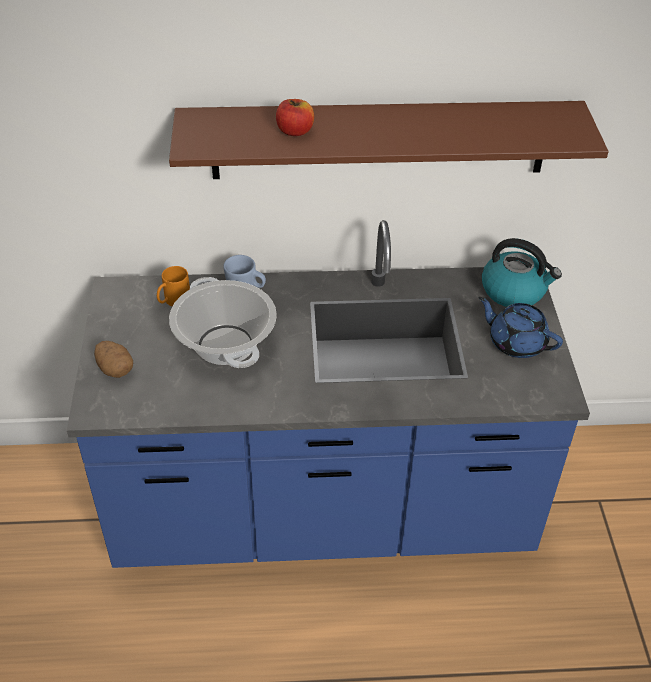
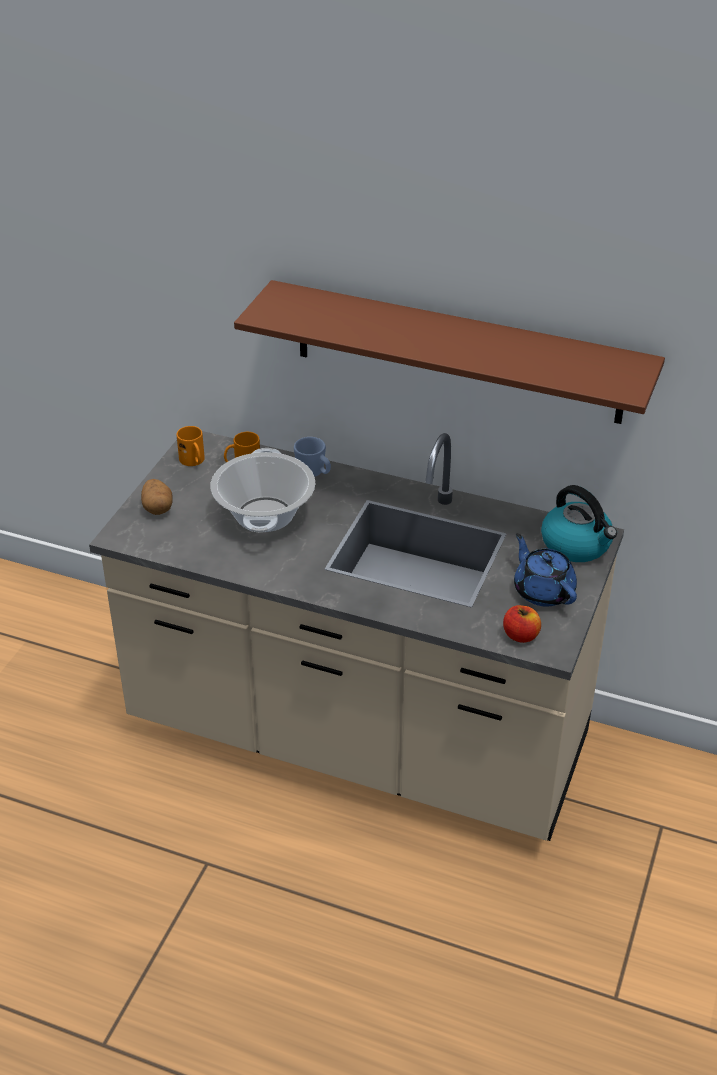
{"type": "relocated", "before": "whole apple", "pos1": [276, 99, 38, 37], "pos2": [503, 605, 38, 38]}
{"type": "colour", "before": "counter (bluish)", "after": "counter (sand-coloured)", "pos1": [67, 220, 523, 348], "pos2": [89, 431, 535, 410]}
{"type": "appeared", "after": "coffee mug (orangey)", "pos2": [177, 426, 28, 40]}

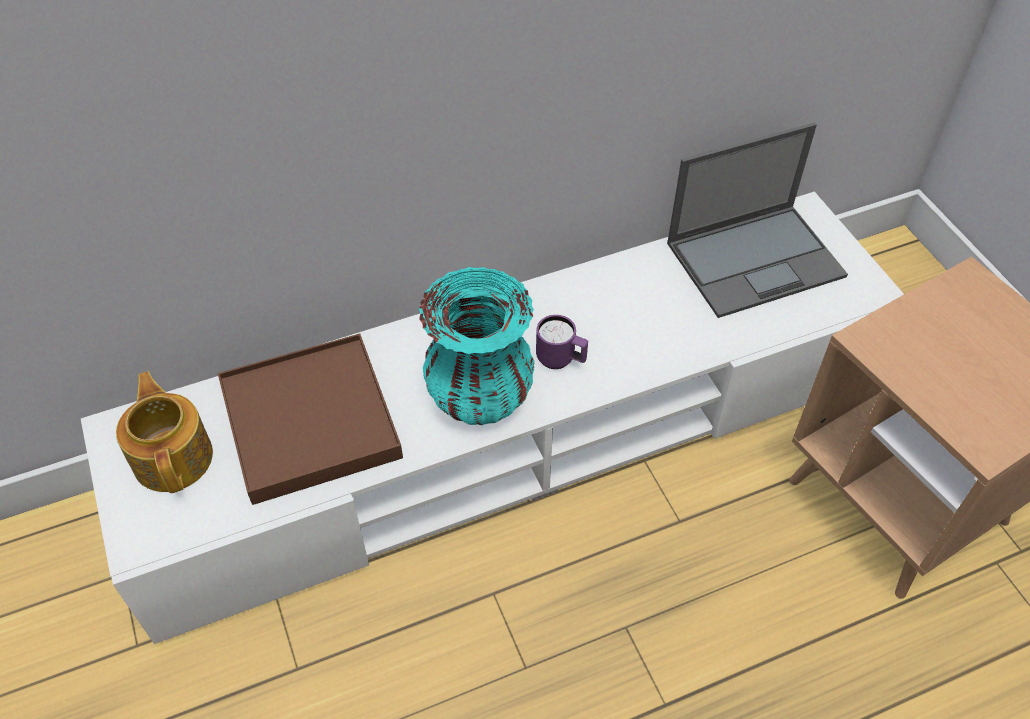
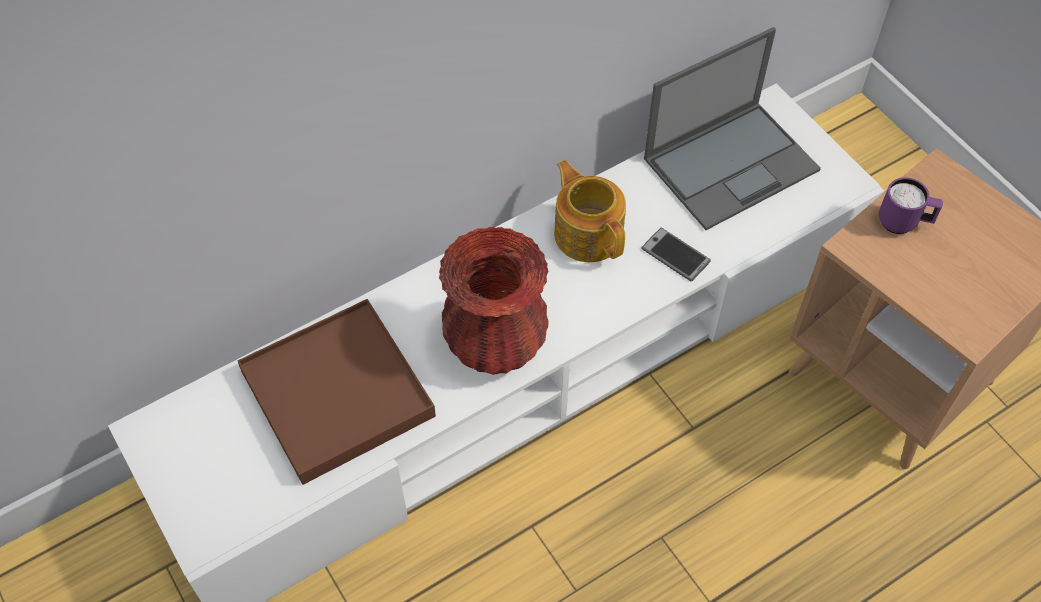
{"type": "colour", "before": "vase (turquoise-coloured)", "after": "vase (reddish)", "pos1": [419, 267, 115, 158], "pos2": [439, 227, 109, 148]}
{"type": "relocated", "before": "coffee mug (purple-coloured)", "pos1": [536, 315, 52, 54], "pos2": [879, 177, 64, 57]}
{"type": "relocated", "before": "pot for tea", "pos1": [116, 371, 97, 122], "pos2": [554, 160, 72, 102]}
{"type": "appeared", "after": "phone", "pos2": [641, 228, 70, 53]}

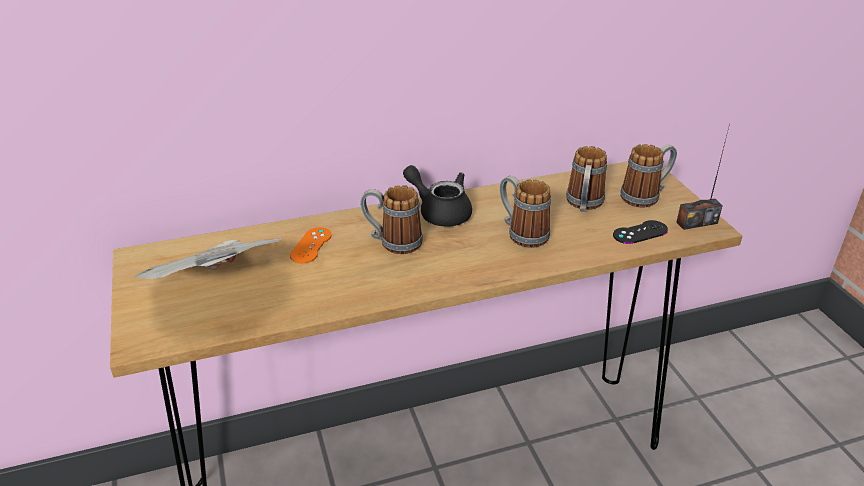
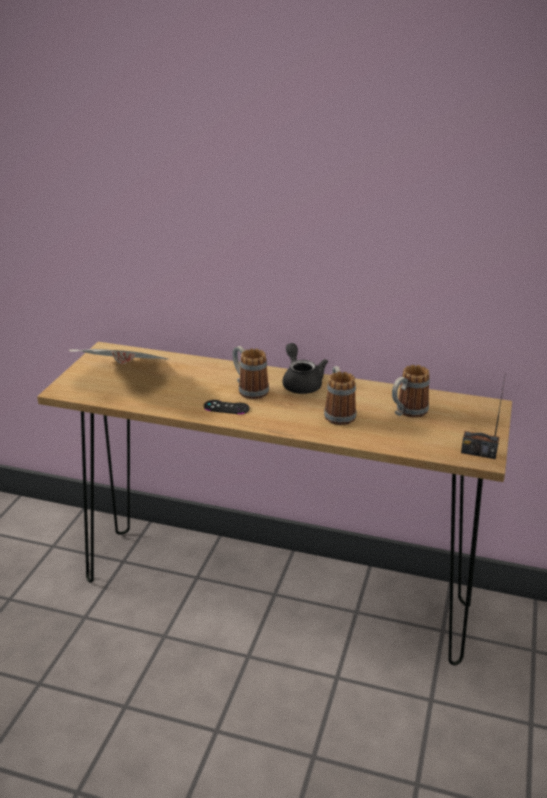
{"type": "missing", "before": "coffee mug", "pos1": [620, 144, 57, 64]}
{"type": "relocated", "before": "game controller (black-coloured)", "pos1": [613, 220, 55, 24], "pos2": [204, 400, 46, 14]}
{"type": "missing", "before": "game controller (orangey)", "pos1": [290, 227, 42, 36]}

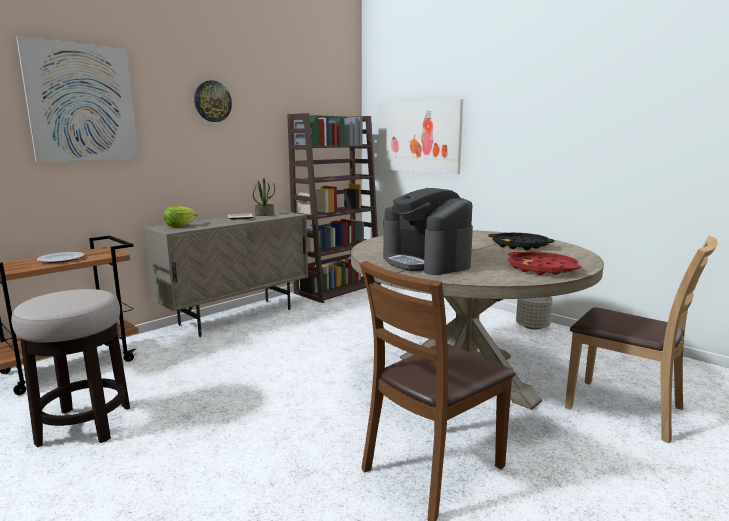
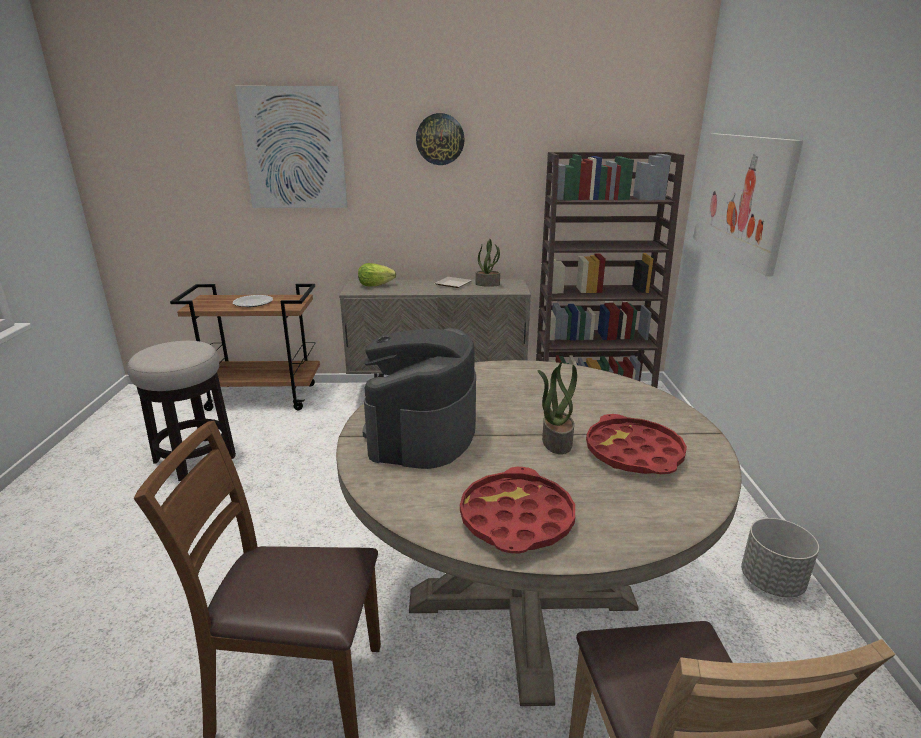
{"type": "colour", "before": "serving tray (black-coloured)", "after": "serving tray (reddish)", "pos1": [488, 233, 66, 17], "pos2": [586, 414, 101, 60]}
{"type": "appeared", "after": "houseplant", "pos2": [538, 361, 39, 93]}

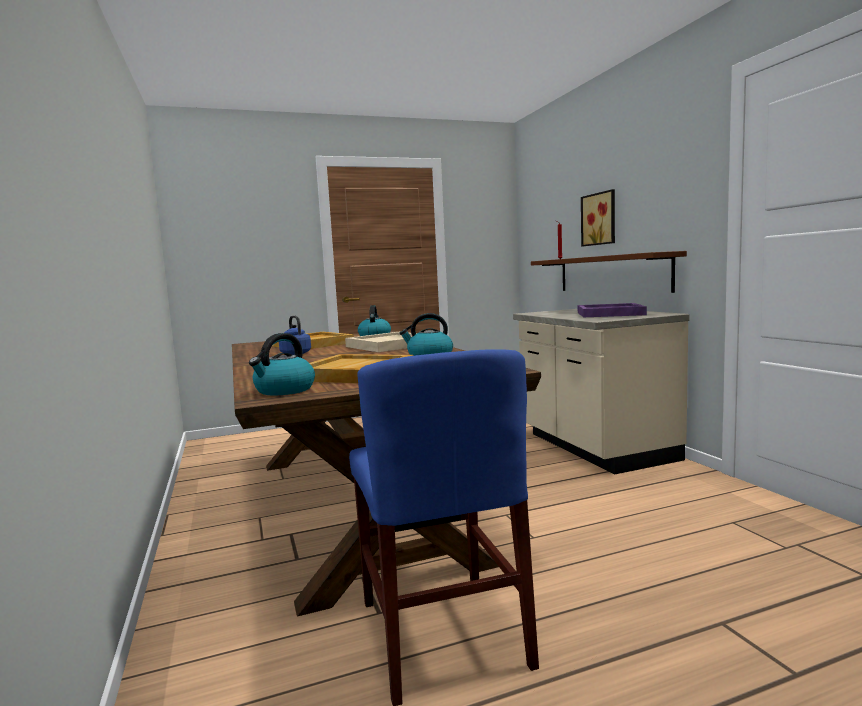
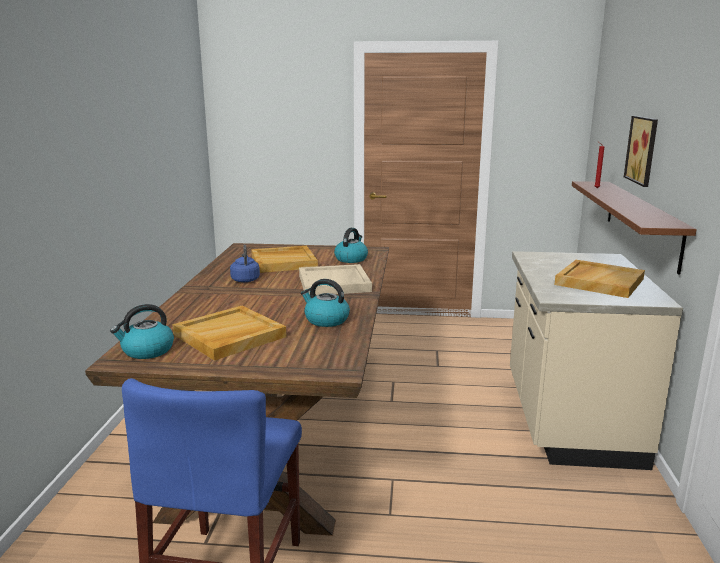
{"type": "colour", "before": "serving tray (purple-coloured)", "after": "serving tray (sand-coloured)", "pos1": [578, 303, 69, 14], "pos2": [554, 260, 91, 38]}

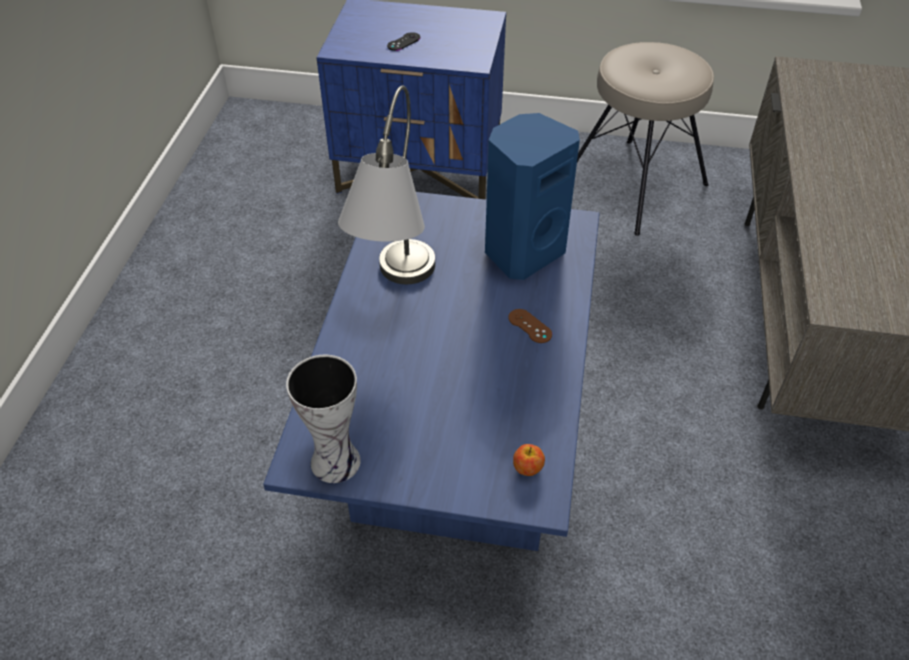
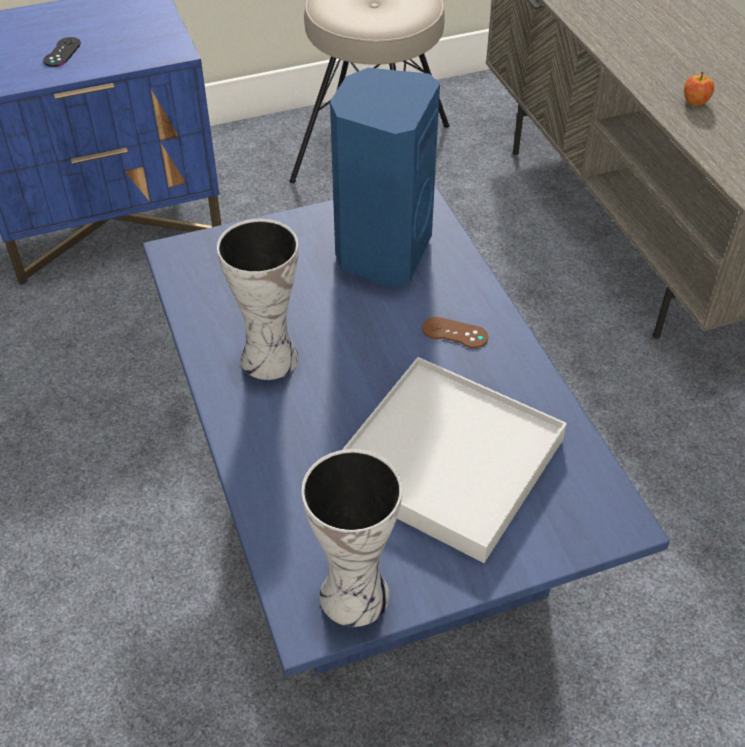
{"type": "exchanged", "before": "tabletop lamp (greyish)", "after": "vase", "pos1": [338, 86, 97, 198], "pos2": [217, 219, 81, 161]}
{"type": "relocated", "before": "whole apple", "pos1": [513, 444, 32, 32], "pos2": [684, 72, 30, 34]}
{"type": "appeared", "after": "serving tray (white)", "pos2": [342, 357, 225, 206]}

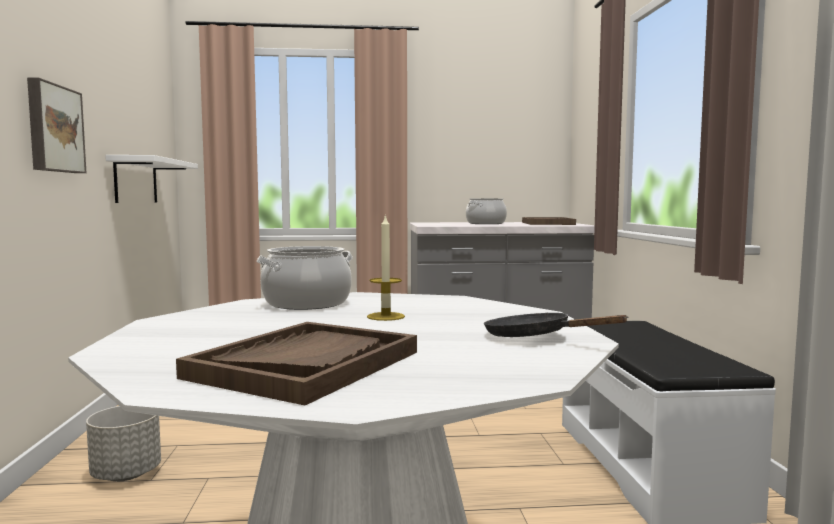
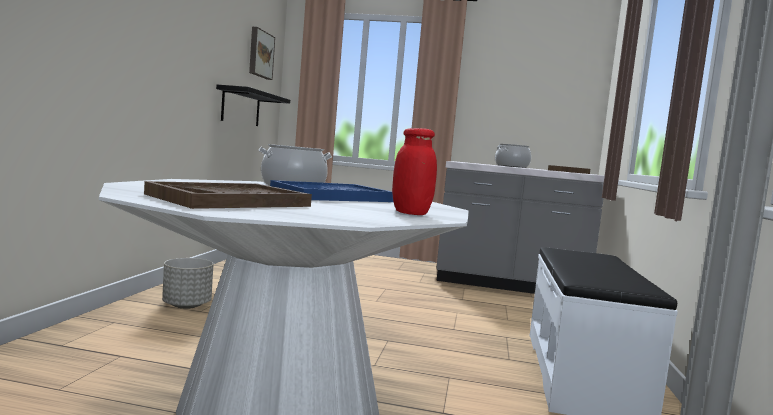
{"type": "relocated", "before": "wall picture", "pos1": [27, 77, 59, 96], "pos2": [249, 27, 26, 53]}
{"type": "colour", "before": "wall shelf (white)", "after": "wall shelf (black-coloured)", "pos1": [105, 155, 93, 48], "pos2": [216, 85, 74, 41]}
{"type": "exchanged", "before": "candle", "after": "serving tray (bluish)", "pos1": [367, 214, 38, 107], "pos2": [270, 180, 123, 22]}
{"type": "exchanged", "before": "skillet (black-coloured)", "after": "preserve jar (reddish)", "pos1": [484, 313, 145, 24], "pos2": [392, 128, 45, 87]}

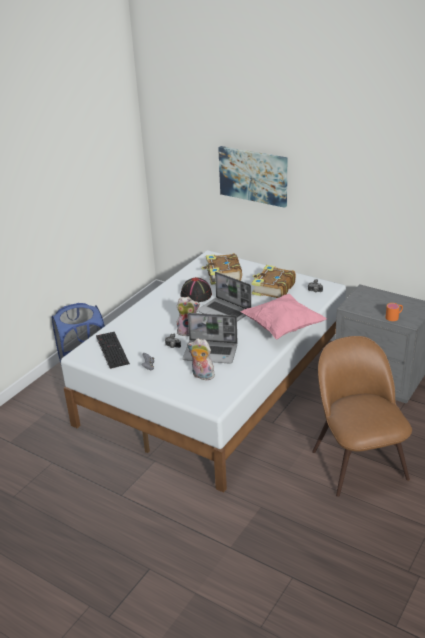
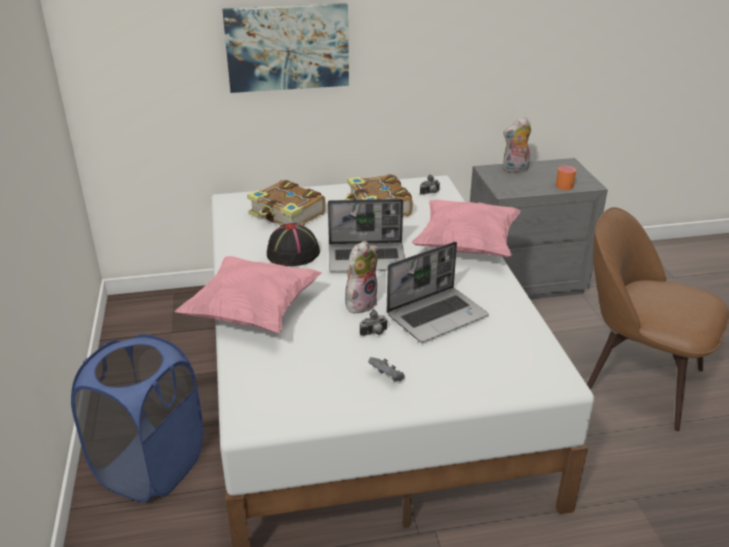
{"type": "missing", "before": "computer keyboard", "pos1": [96, 332, 34, 37]}
{"type": "relocated", "before": "cuddly toy", "pos1": [187, 338, 28, 42], "pos2": [503, 118, 28, 55]}
{"type": "appeared", "after": "cushion (pinkish)", "pos2": [175, 256, 147, 77]}

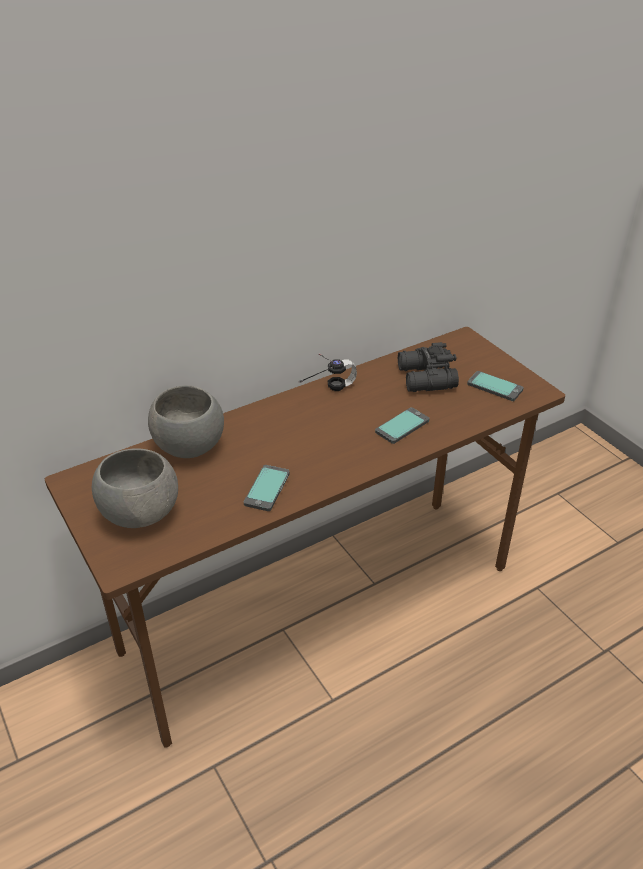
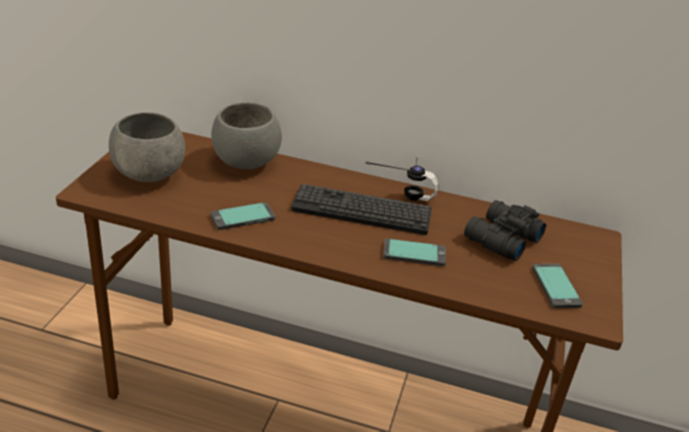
{"type": "appeared", "after": "computer keyboard", "pos2": [291, 184, 141, 51]}

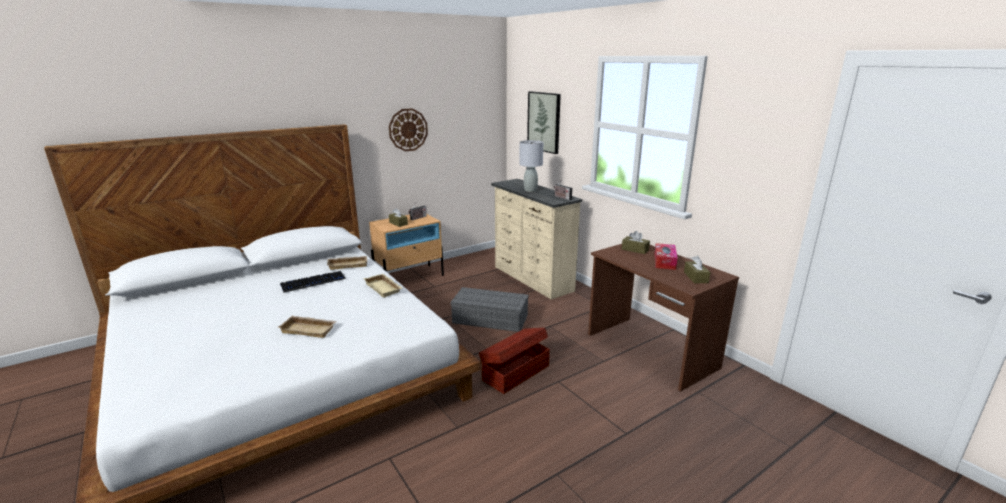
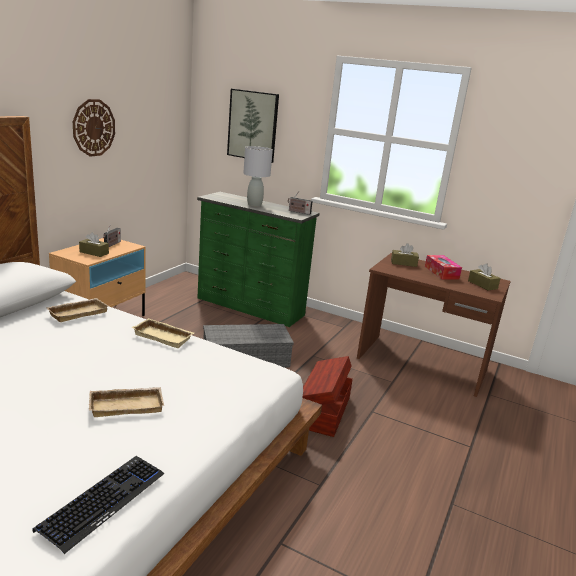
{"type": "colour", "before": "chest of drawers (sand-coloured)", "after": "chest of drawers (greenish)", "pos1": [491, 179, 91, 120], "pos2": [197, 192, 123, 135]}
{"type": "relocated", "before": "computer keyboard", "pos1": [280, 271, 66, 22], "pos2": [32, 456, 132, 98]}

